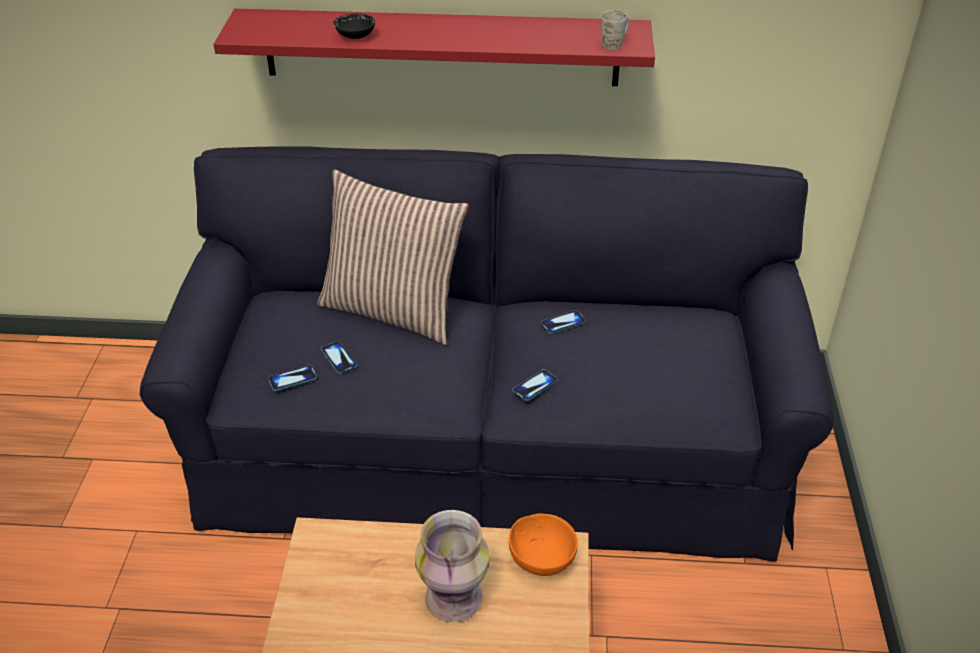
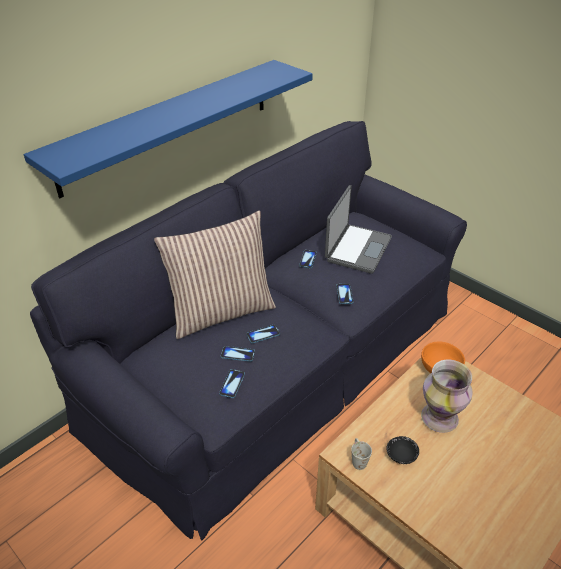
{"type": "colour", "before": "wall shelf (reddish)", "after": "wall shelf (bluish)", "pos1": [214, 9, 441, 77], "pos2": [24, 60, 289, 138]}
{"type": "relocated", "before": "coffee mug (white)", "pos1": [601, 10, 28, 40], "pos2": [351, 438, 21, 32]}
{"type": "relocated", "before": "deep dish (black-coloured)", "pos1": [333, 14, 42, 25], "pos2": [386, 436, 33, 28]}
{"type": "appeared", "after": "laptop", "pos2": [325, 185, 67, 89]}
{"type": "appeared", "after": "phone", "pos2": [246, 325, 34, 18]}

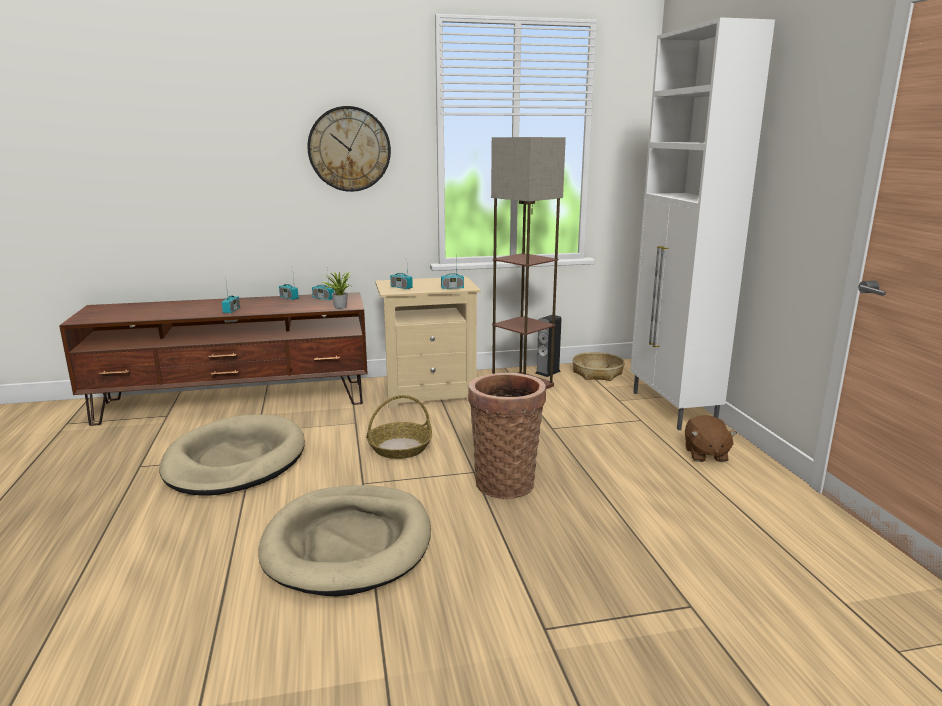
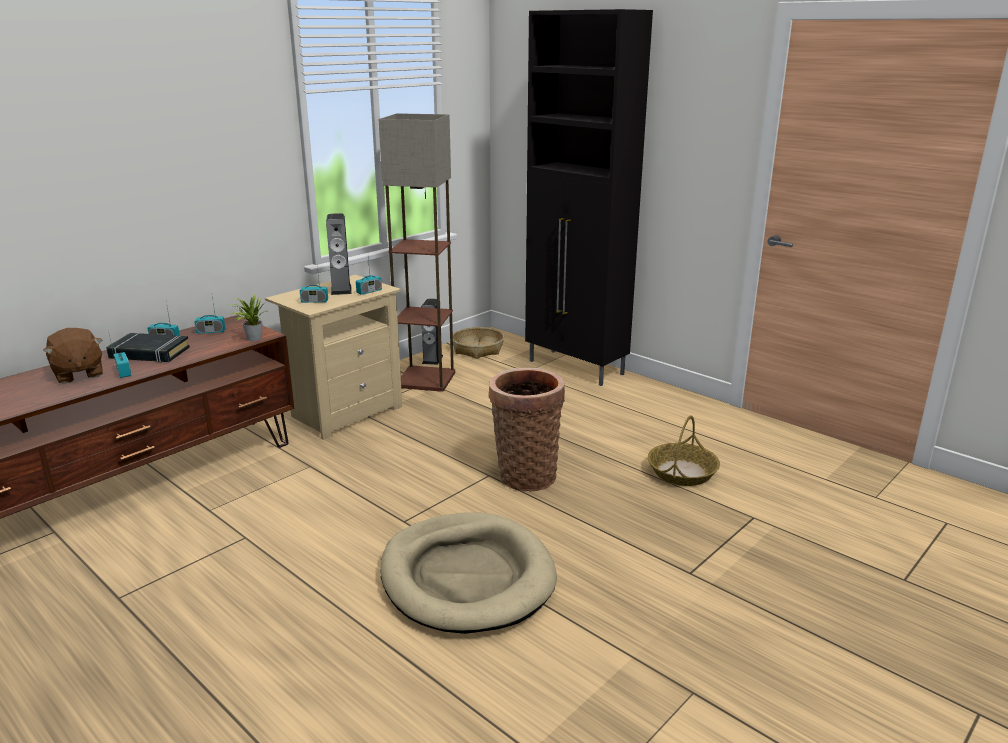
{"type": "colour", "before": "cupboard (white)", "after": "cupboard (black-coloured)", "pos1": [630, 17, 145, 413], "pos2": [525, 9, 128, 377]}
{"type": "missing", "before": "hanging clock", "pos1": [307, 106, 84, 86]}
{"type": "relocated", "before": "household basket", "pos1": [366, 395, 66, 64], "pos2": [648, 415, 72, 71]}
{"type": "missing", "before": "pet bed (sand-coloured)", "pos1": [159, 415, 146, 81]}
{"type": "relocated", "before": "cuddly toy (brown-coloured)", "pos1": [685, 415, 52, 47], "pos2": [43, 328, 60, 56]}
{"type": "appeared", "after": "loudspeaker", "pos2": [326, 213, 25, 82]}
{"type": "appeared", "after": "bound book (black-coloured)", "pos2": [106, 333, 84, 30]}

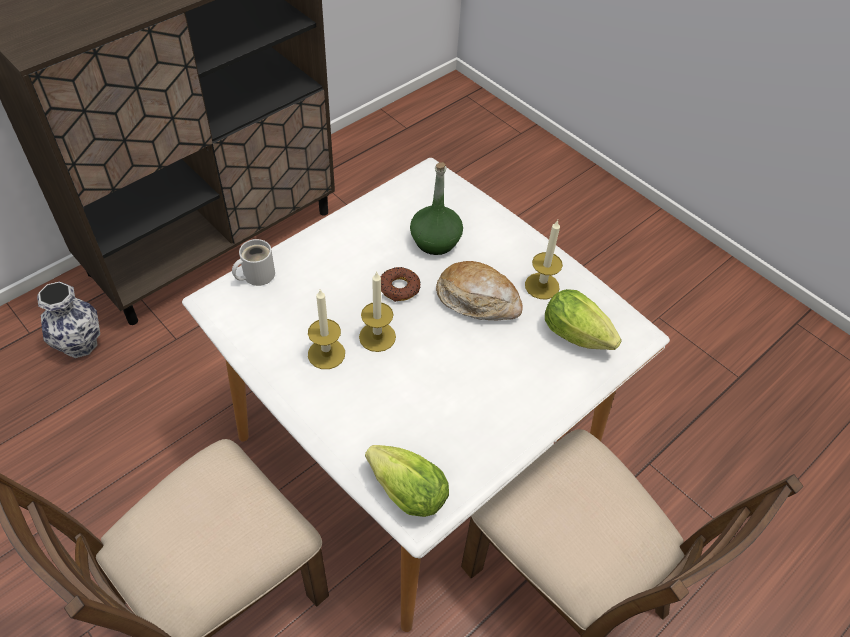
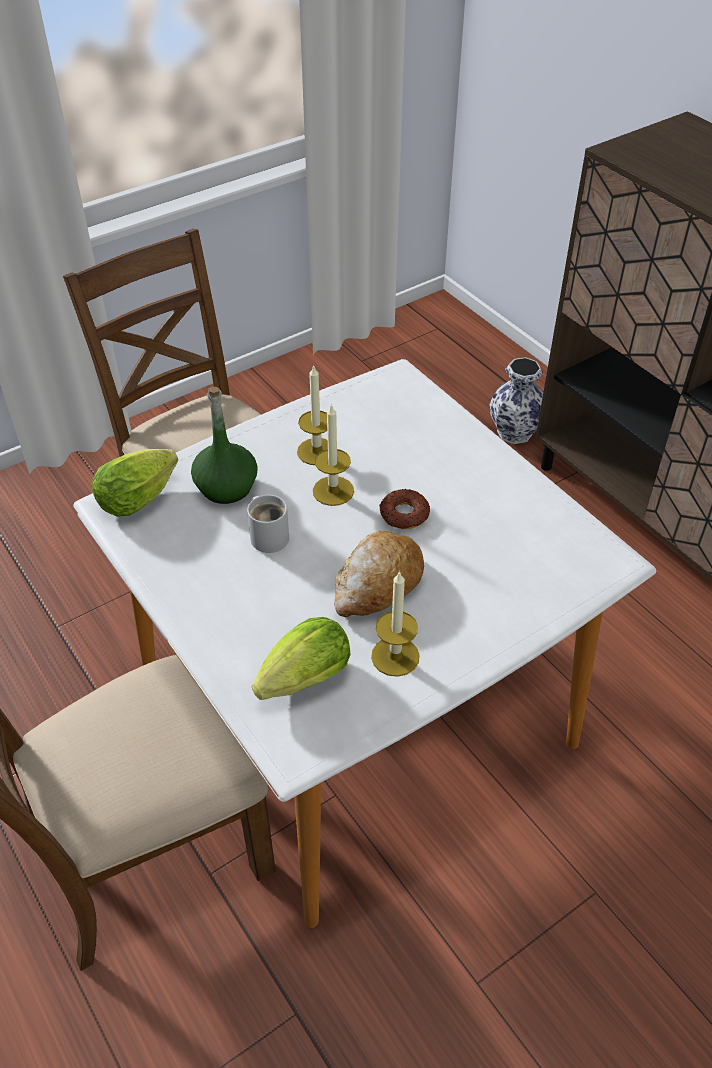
{"type": "relocated", "before": "beverage bottle (greenish)", "pos1": [410, 162, 53, 93], "pos2": [191, 387, 67, 117]}
{"type": "relocated", "before": "coffee mug (white)", "pos1": [232, 239, 43, 47], "pos2": [247, 495, 42, 58]}

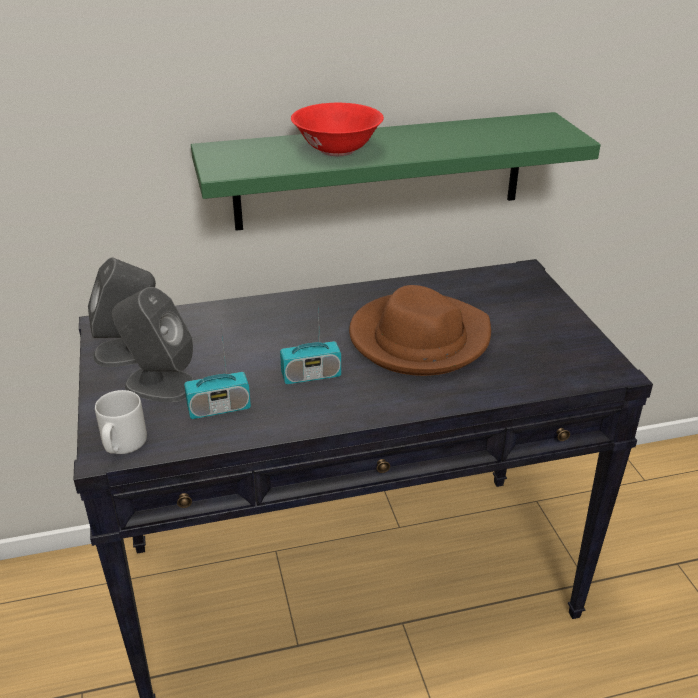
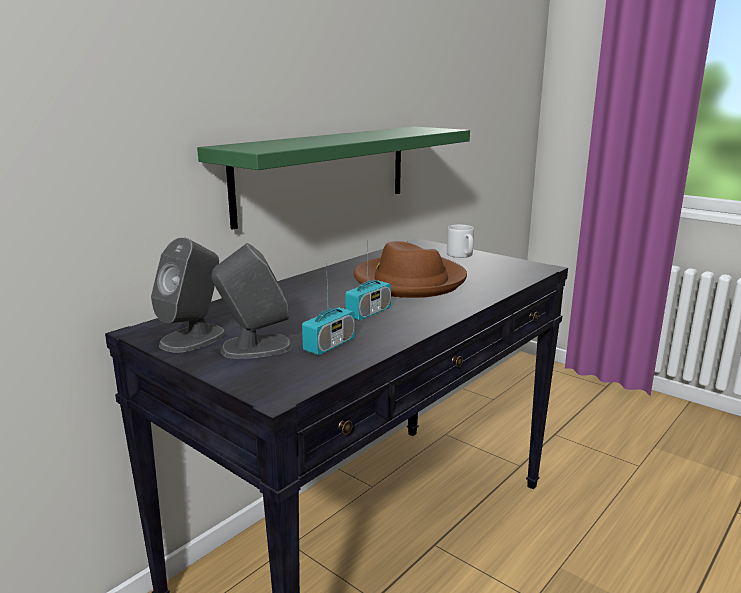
{"type": "missing", "before": "deep dish (reddish)", "pos1": [291, 103, 93, 53]}
{"type": "relocated", "before": "coffee mug (greyish)", "pos1": [95, 390, 52, 64], "pos2": [447, 225, 27, 33]}

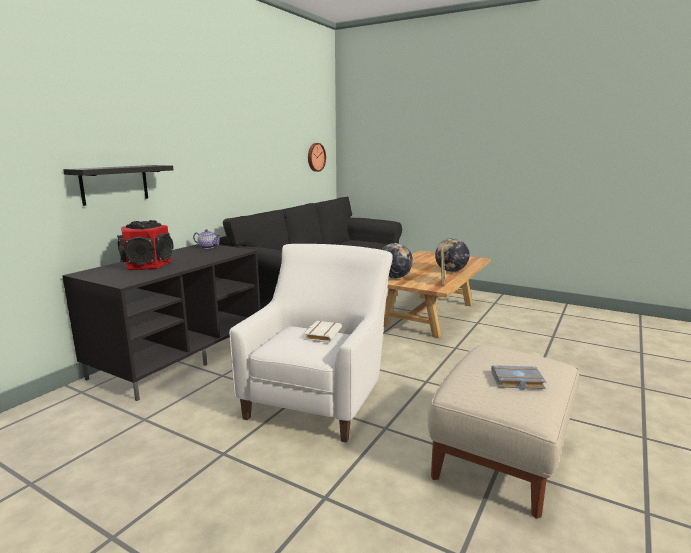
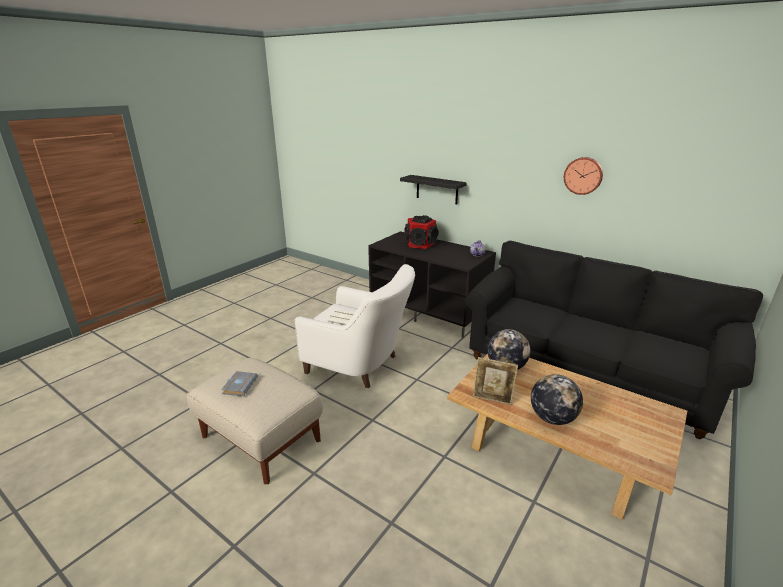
{"type": "relocated", "before": "hanging clock", "pos1": [308, 143, 18, 29], "pos2": [564, 157, 39, 38]}

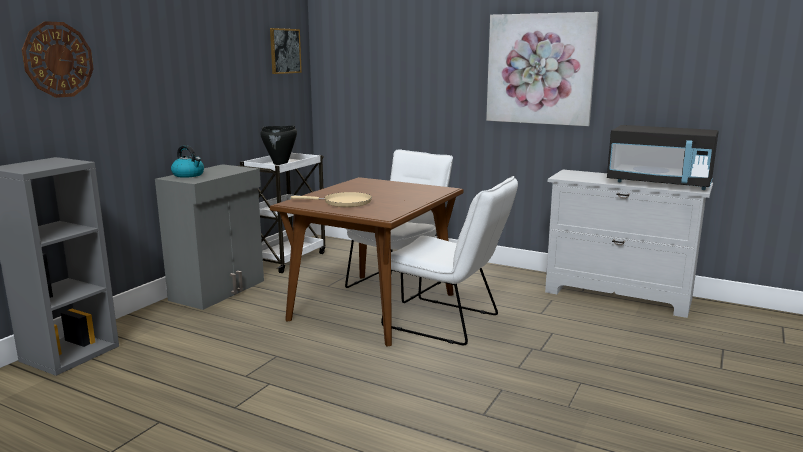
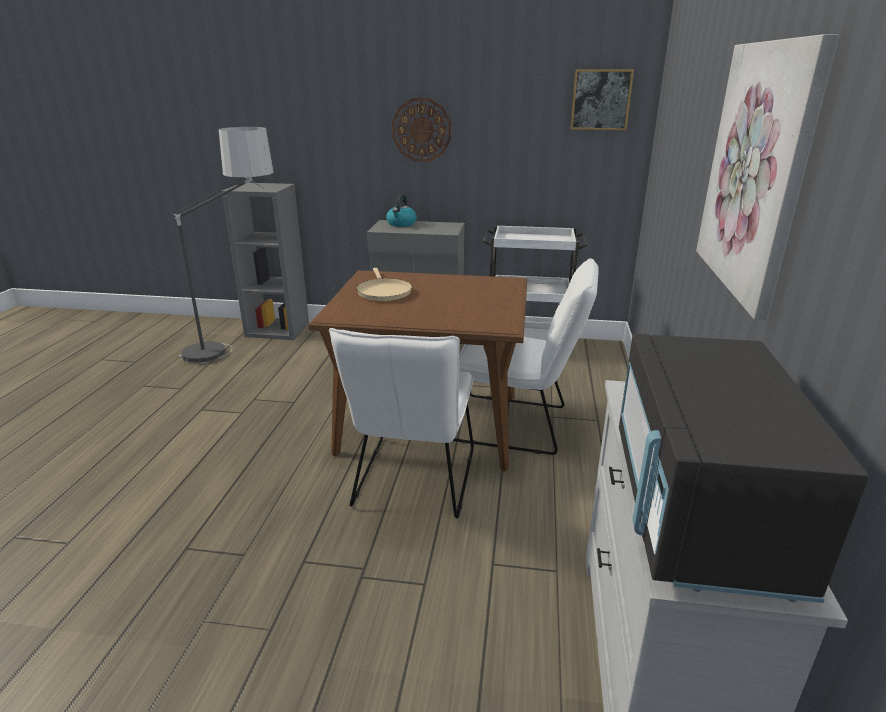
{"type": "relocated", "before": "hanging clock", "pos1": [22, 21, 72, 77], "pos2": [392, 98, 59, 64]}
{"type": "missing", "before": "stockpot (black-coloured)", "pos1": [260, 126, 37, 39]}
{"type": "appeared", "after": "floor lamp", "pos2": [173, 127, 100, 237]}

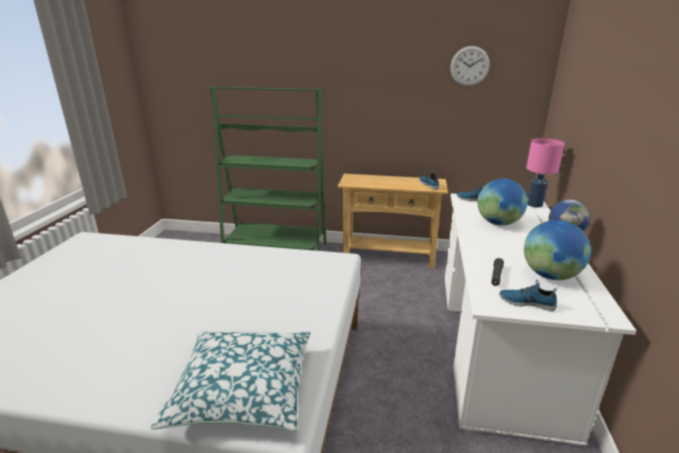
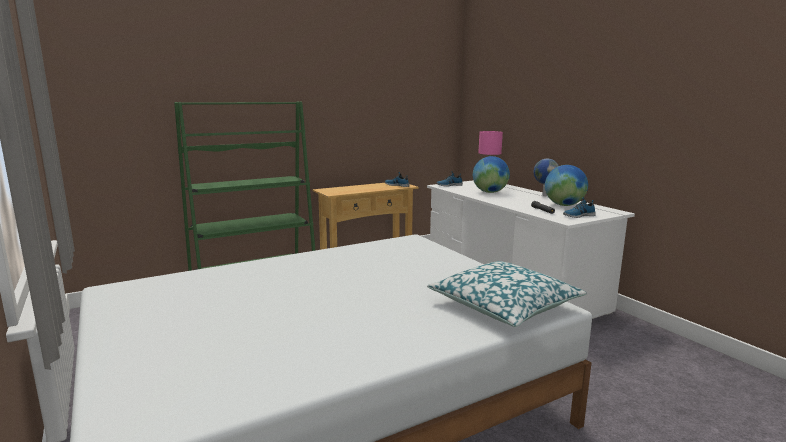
{"type": "missing", "before": "hanging clock", "pos1": [450, 46, 40, 40]}

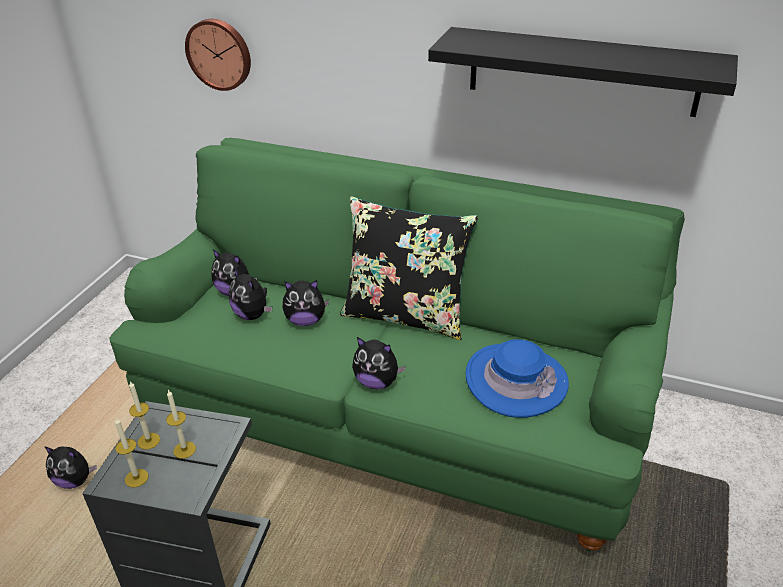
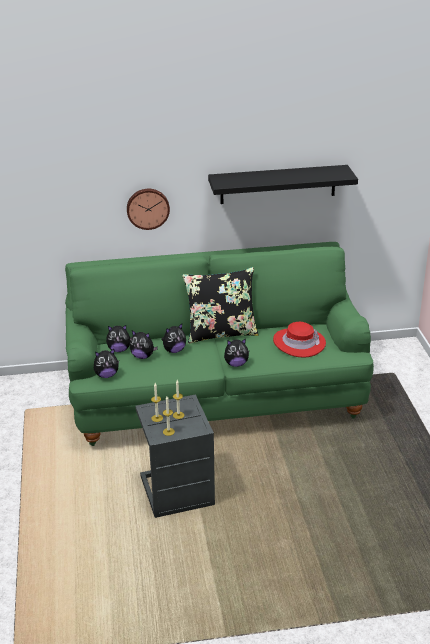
{"type": "relocated", "before": "hanging clock", "pos1": [185, 19, 66, 72], "pos2": [127, 189, 43, 41]}
{"type": "colour", "before": "clothing hat (bluish)", "after": "clothing hat (reddish)", "pos1": [466, 339, 103, 79], "pos2": [273, 322, 53, 36]}
{"type": "relocated", "before": "cuddly toy", "pos1": [44, 446, 53, 43], "pos2": [94, 349, 25, 29]}

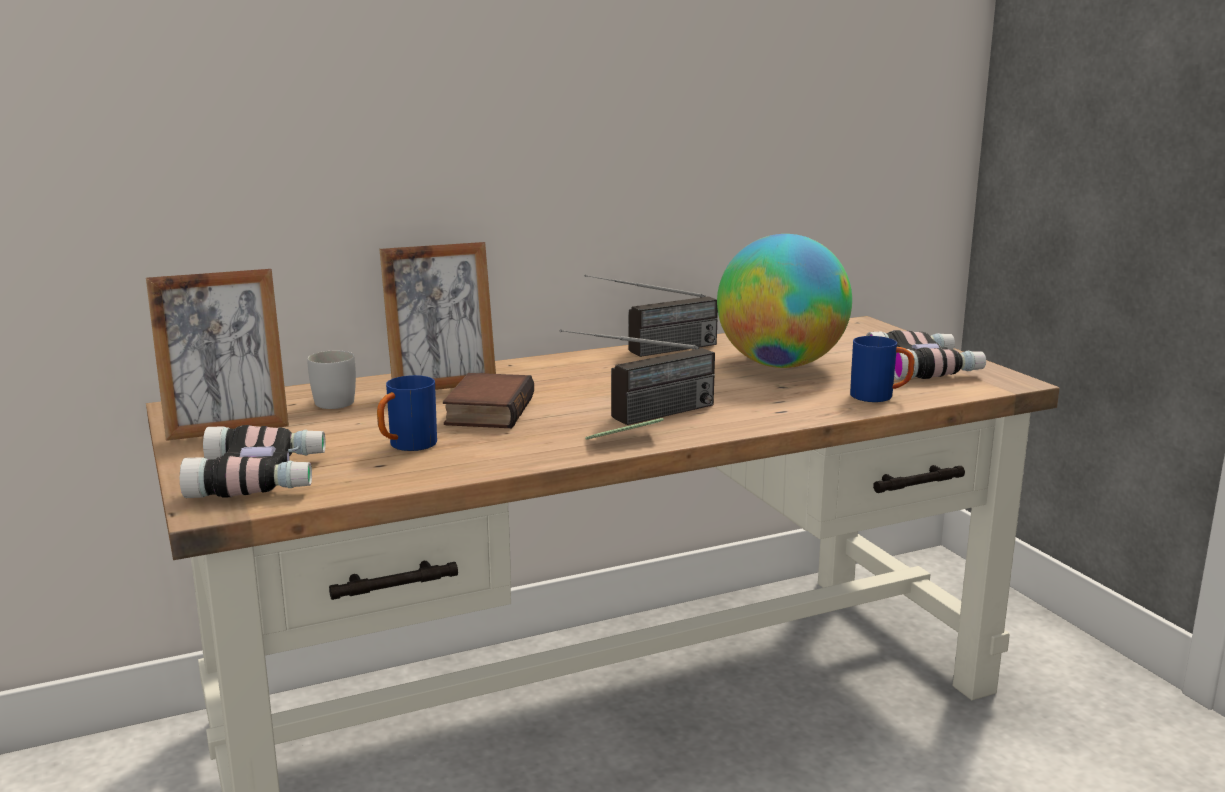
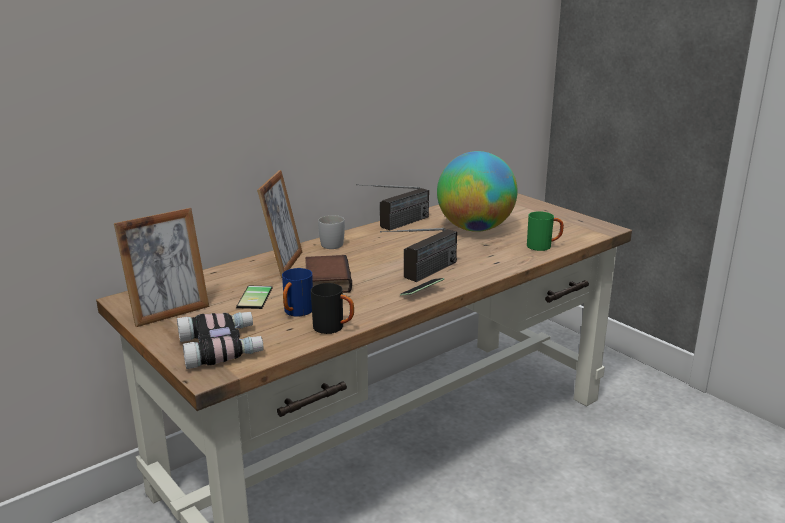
{"type": "spun", "before": "standing frame", "pos1": [379, 242, 117, 148], "pos2": [257, 170, 45, 108], "turn": -45}
{"type": "missing", "before": "binoculars", "pos1": [866, 330, 120, 50]}
{"type": "colour", "before": "coffee mug (bluish)", "after": "coffee mug (greenish)", "pos1": [850, 336, 65, 66], "pos2": [527, 211, 37, 40]}
{"type": "relocated", "before": "coffee mug (white)", "pos1": [307, 351, 49, 58], "pos2": [318, 215, 27, 34]}
{"type": "appeared", "after": "coffee mug (black-coloured)", "pos2": [311, 283, 43, 51]}
{"type": "appeared", "after": "phone", "pos2": [236, 285, 37, 24]}

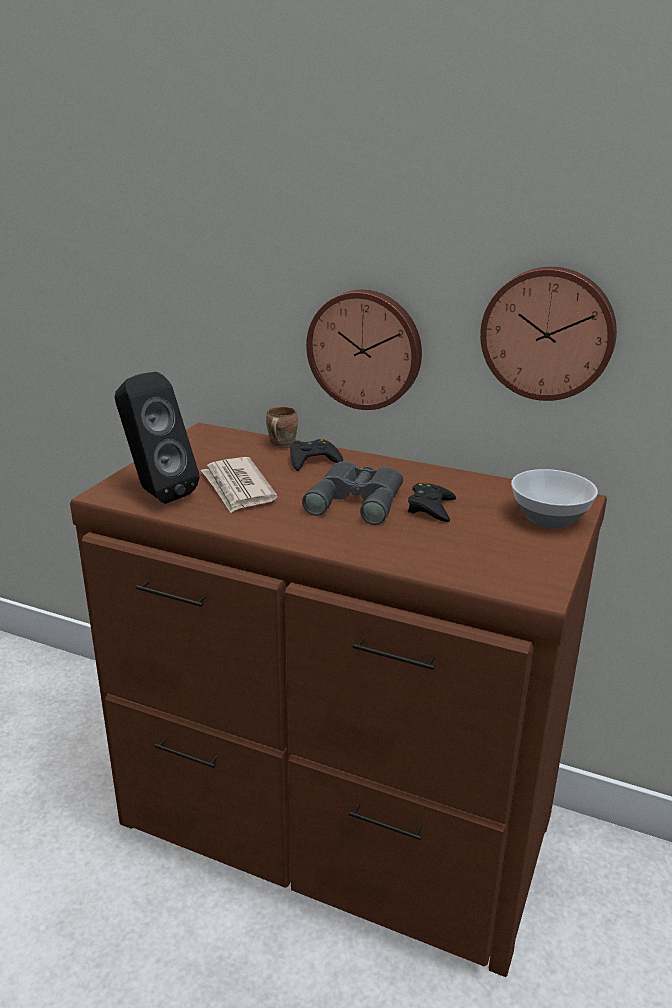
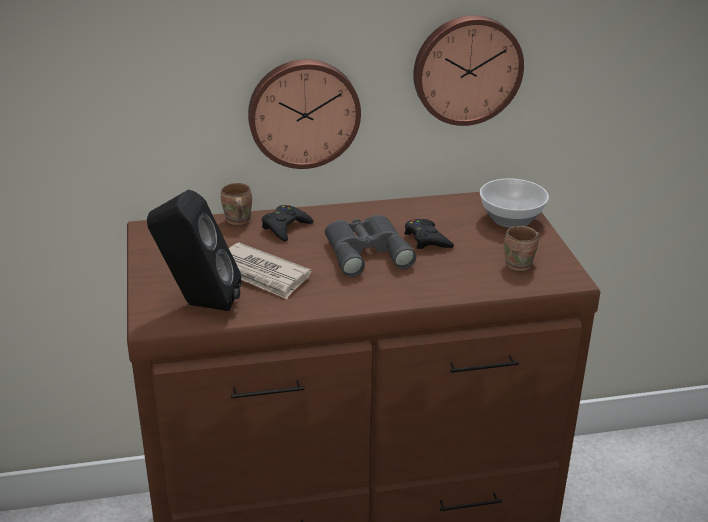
{"type": "appeared", "after": "coffee mug (brown-coloured)", "pos2": [504, 226, 36, 45]}

